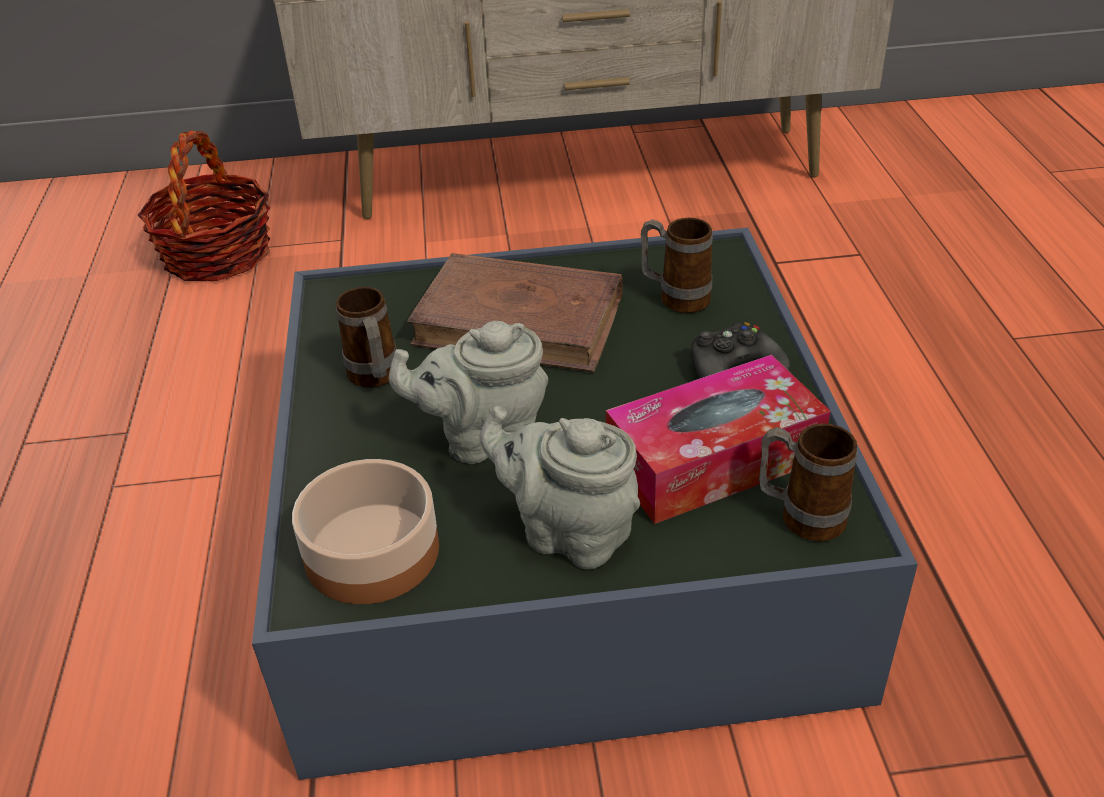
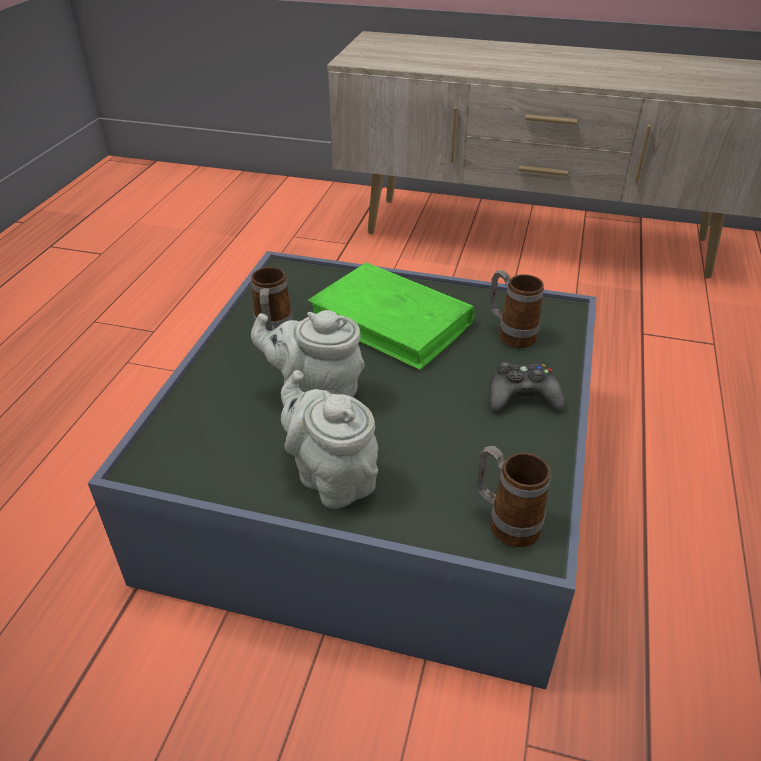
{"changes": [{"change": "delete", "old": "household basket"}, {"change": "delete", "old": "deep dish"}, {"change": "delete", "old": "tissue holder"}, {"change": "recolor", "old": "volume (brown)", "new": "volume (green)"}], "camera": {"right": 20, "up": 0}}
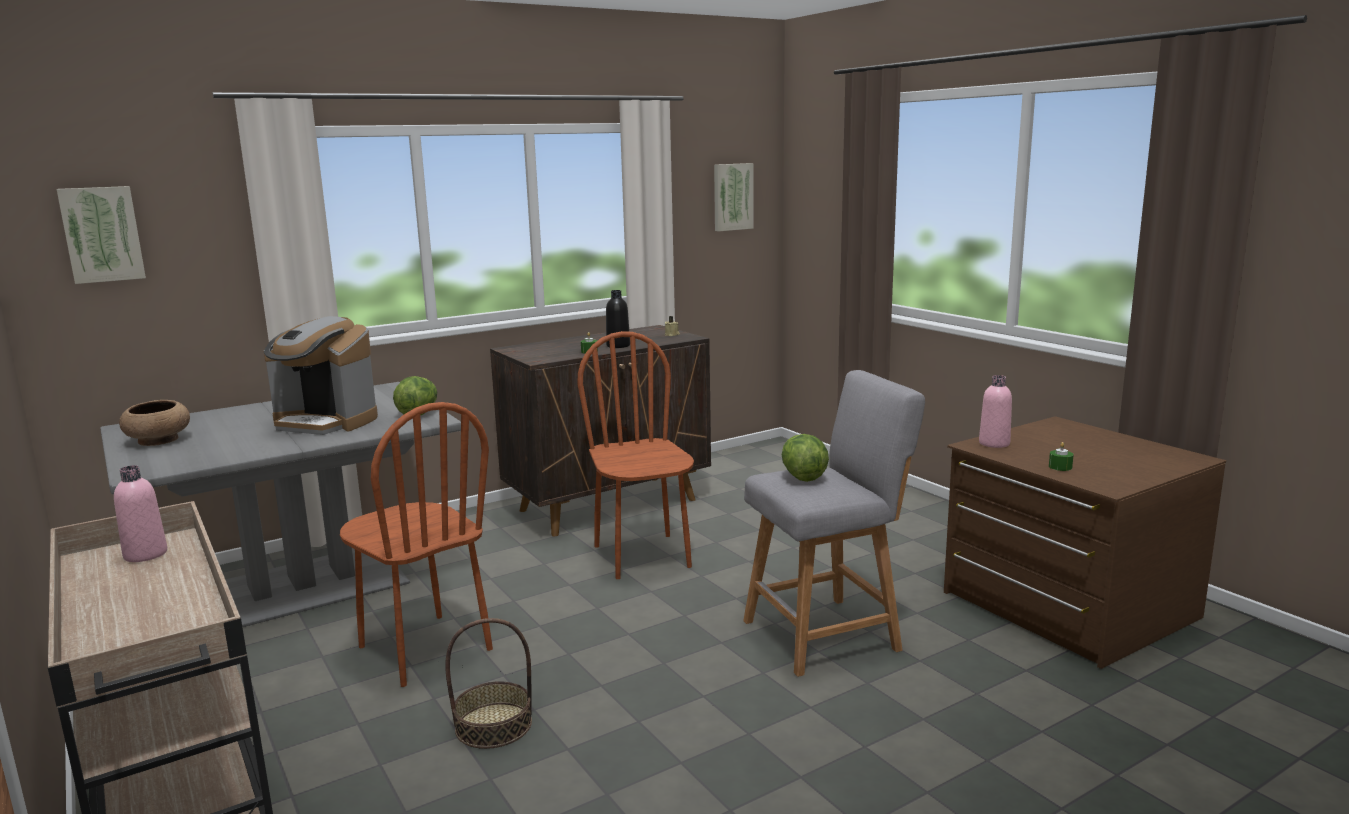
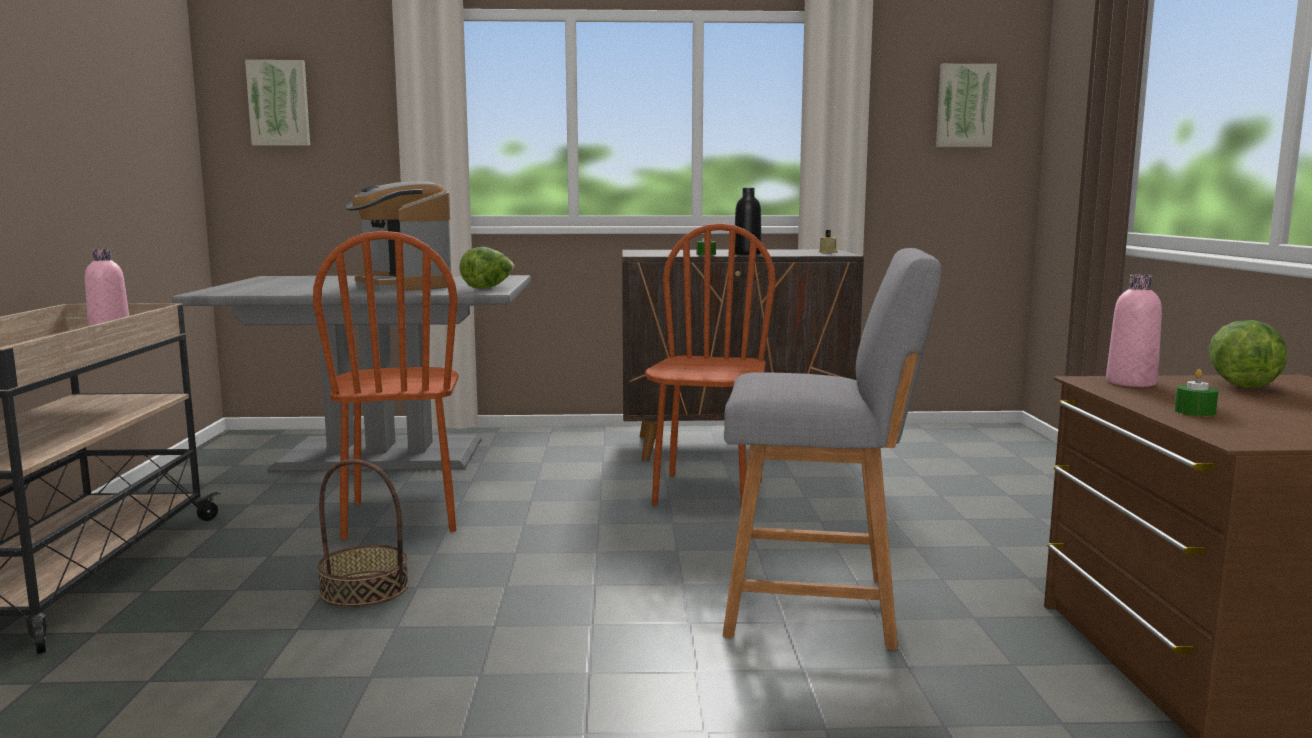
{"changes": [{"change": "delete", "old": "deep dish (brown)"}, {"change": "move", "old": "head of lettuce (2nd from left)"}], "camera": {"right": 30, "up": -5}}
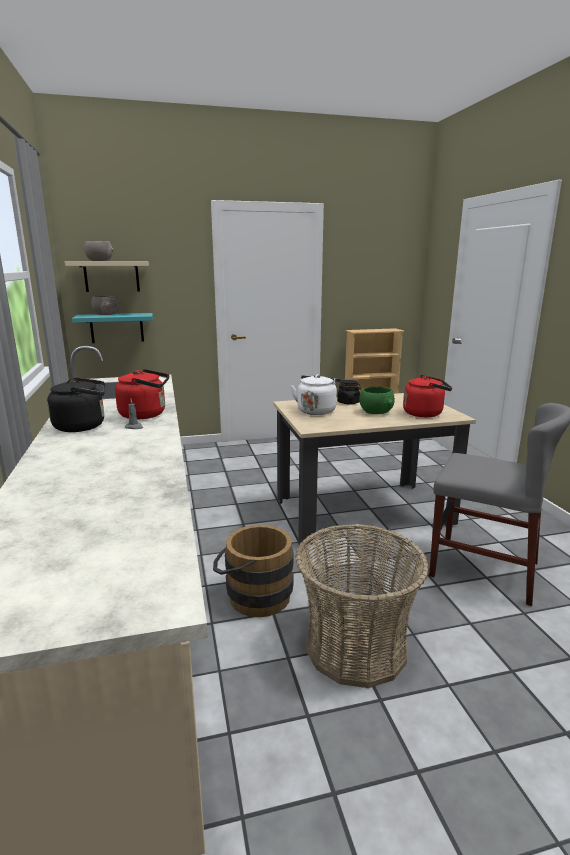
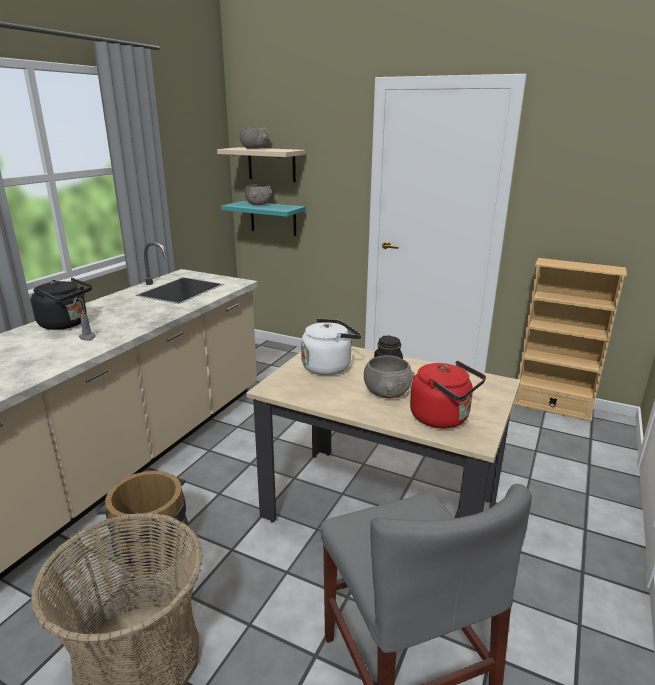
{"changes": [{"change": "delete", "old": "tea kettle (red) (1st from left)"}, {"change": "recolor", "old": "deep dish (green)", "new": "deep dish (greyish) (3rd from left)"}], "camera": {"right": 40, "up": 5}}
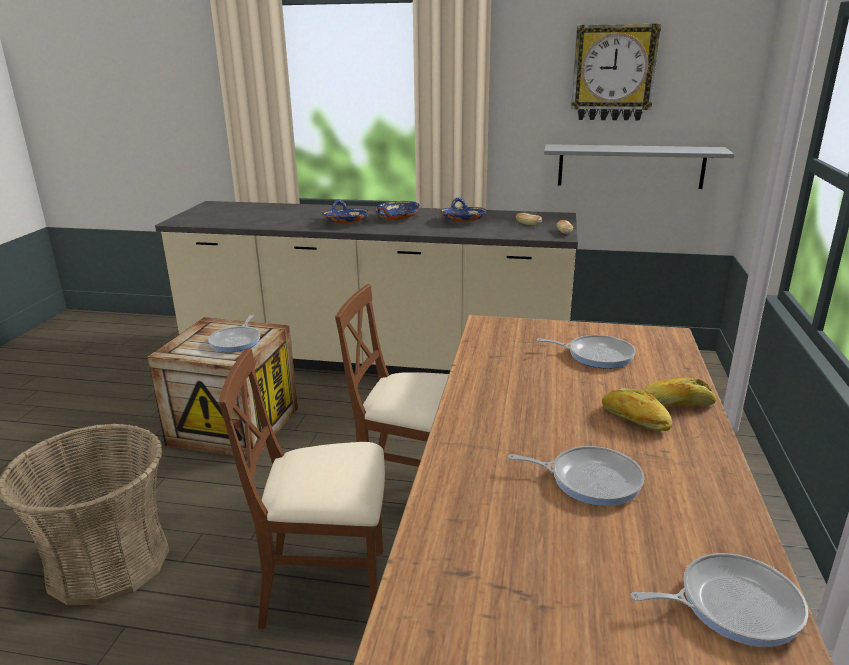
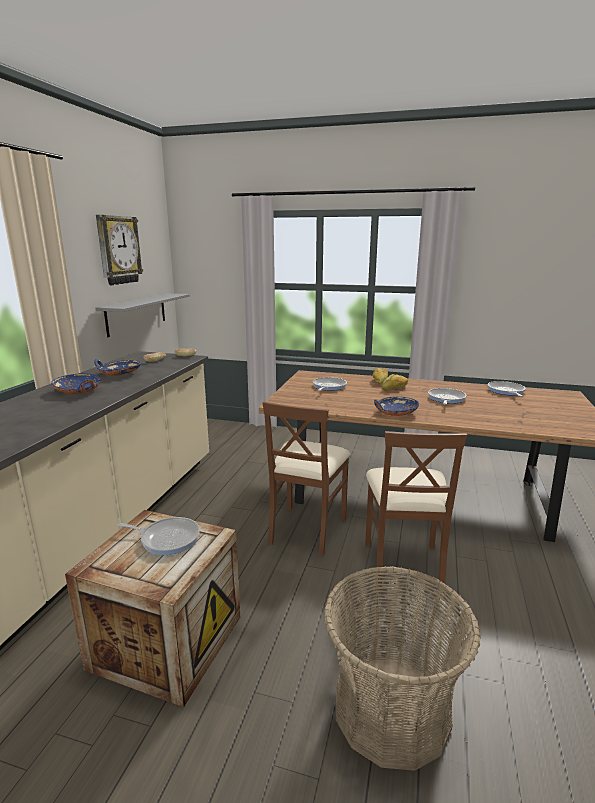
{"changes": [{"change": "move", "old": "deep dish (blue) (1st from left in the first image)", "new": "deep dish (blue) (3rd from left)"}], "camera": {"right": -85, "up": -5}}
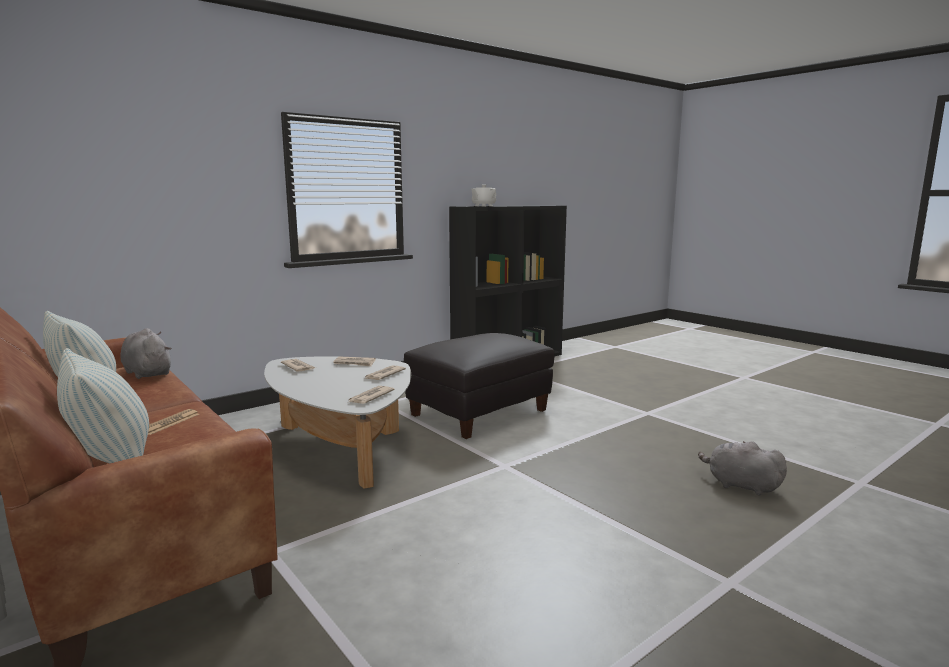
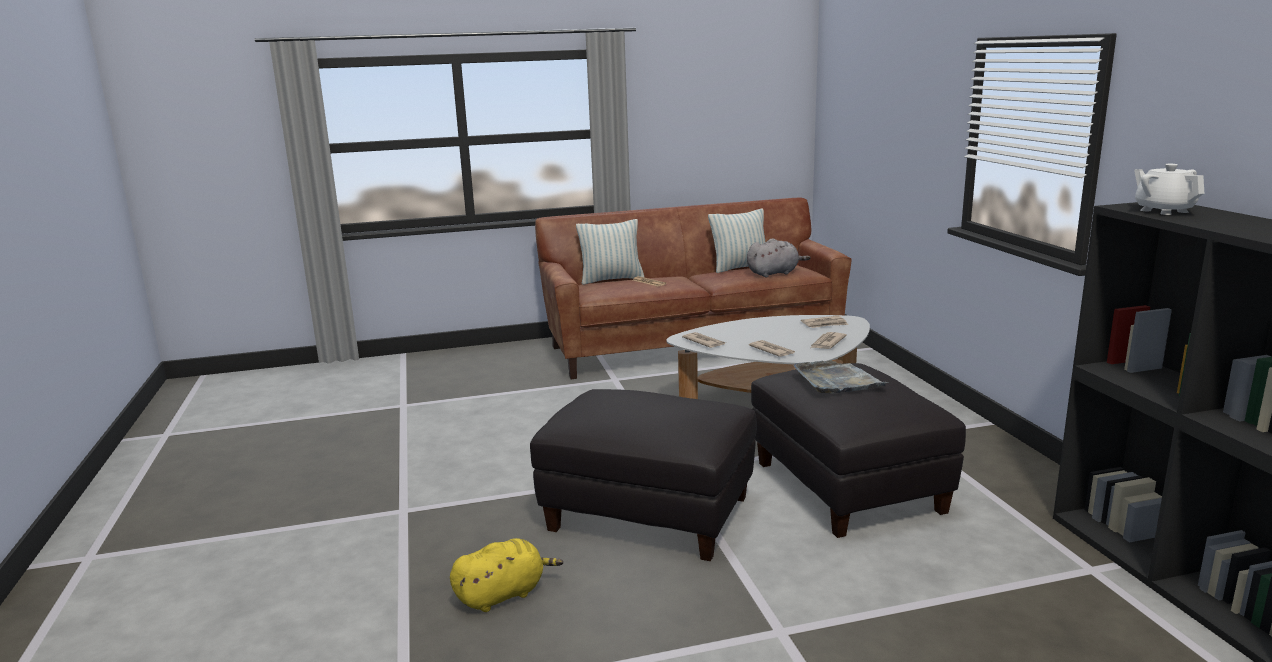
{"changes": [{"change": "insert", "new": "ottoman (blackish) (1st from left)"}, {"change": "insert", "new": "tray (greyish)"}, {"change": "recolor", "old": "soft toy (greyish) (2nd from left)", "new": "soft toy (yellow-coloured)"}], "camera": {"right": 115, "up": 5}}
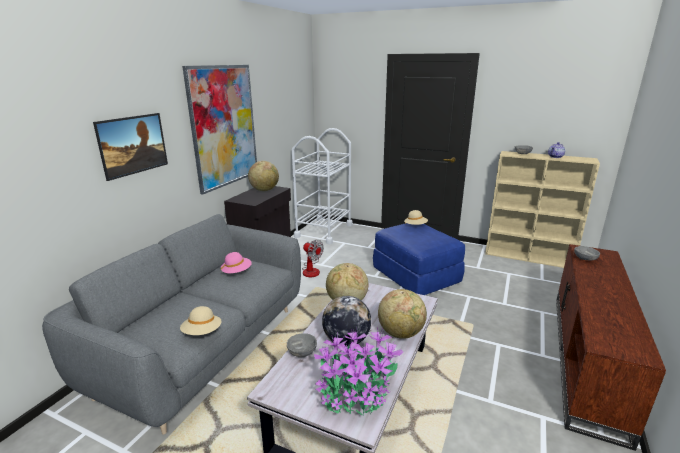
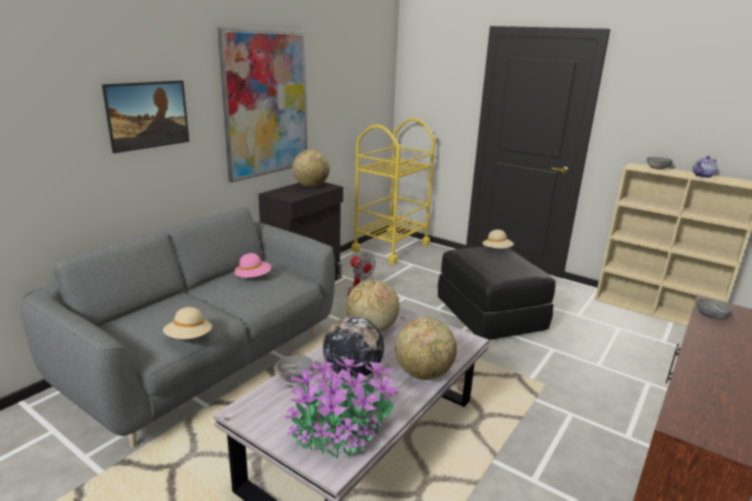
{"changes": [{"change": "recolor", "old": "wheeled cart (white)", "new": "wheeled cart (yellow-coloured)"}, {"change": "recolor", "old": "ottoman (blue)", "new": "ottoman (blackish)"}], "camera": {"right": 10, "up": 0}}
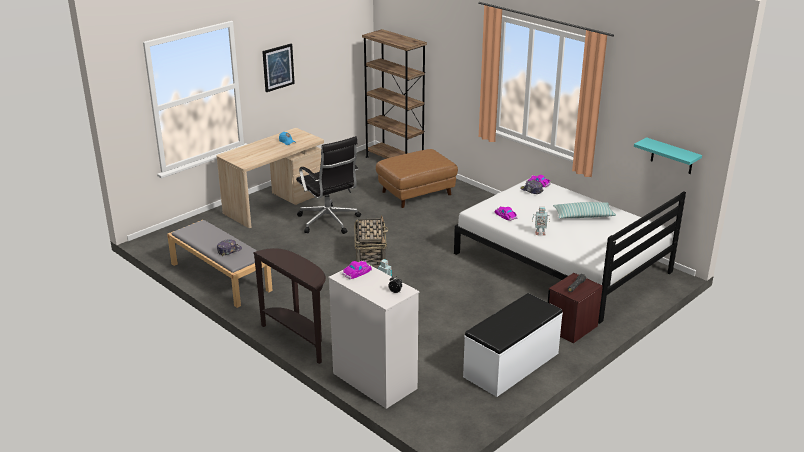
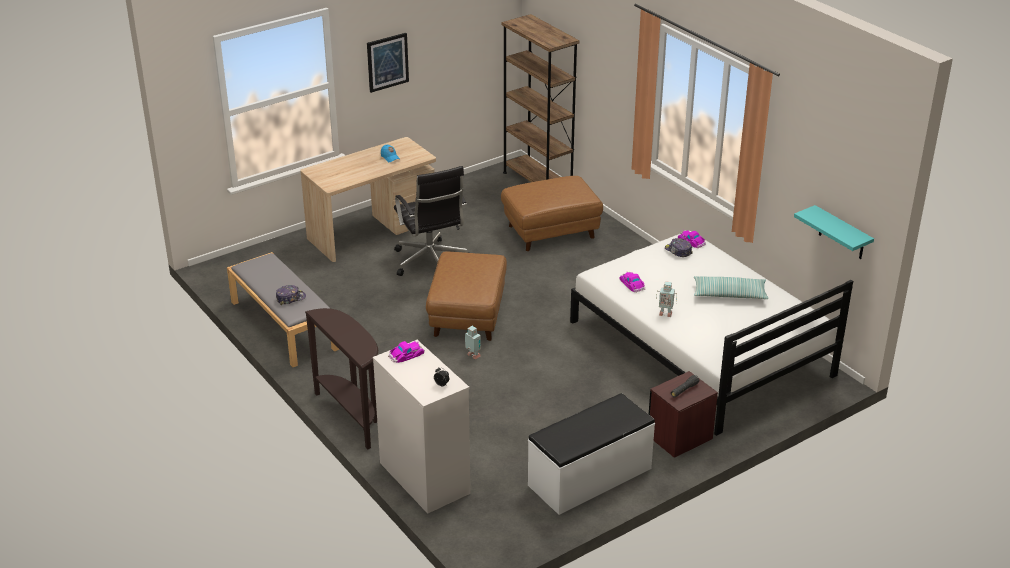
{"changes": [{"change": "replace", "old": "household basket", "new": "ottoman (brown) (1st from left)"}], "camera": {"right": 10, "up": 5}}
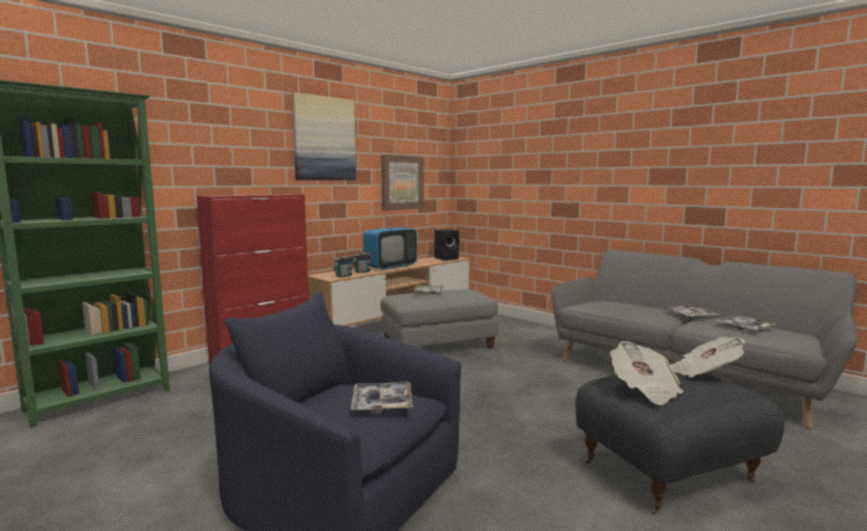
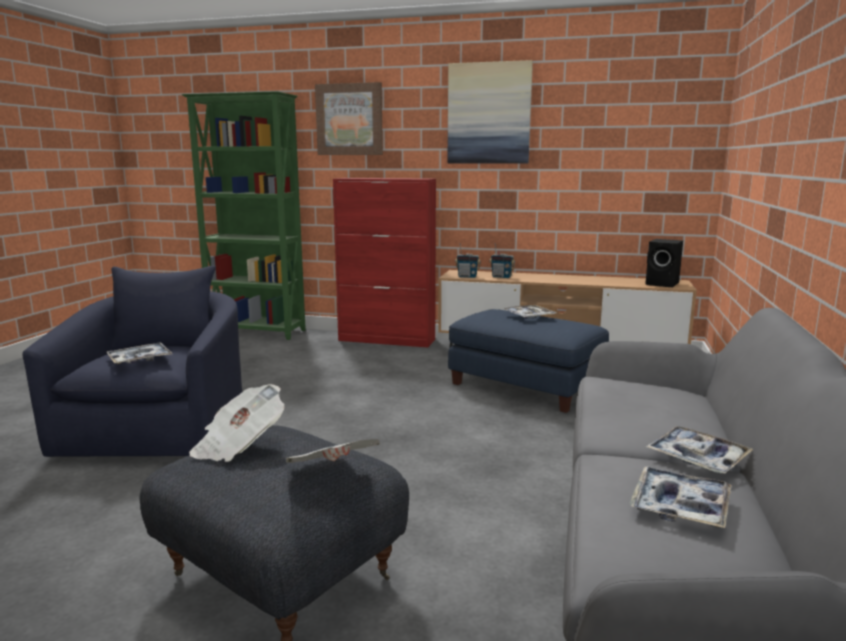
{"changes": [{"change": "delete", "old": "television"}, {"change": "move", "old": "wall picture (2nd from left in the first image)", "new": "wall picture (1st from left)"}, {"change": "recolor", "old": "ottoman (greyish) (1st from left)", "new": "ottoman (blue)"}], "camera": {"right": 60, "up": 5}}
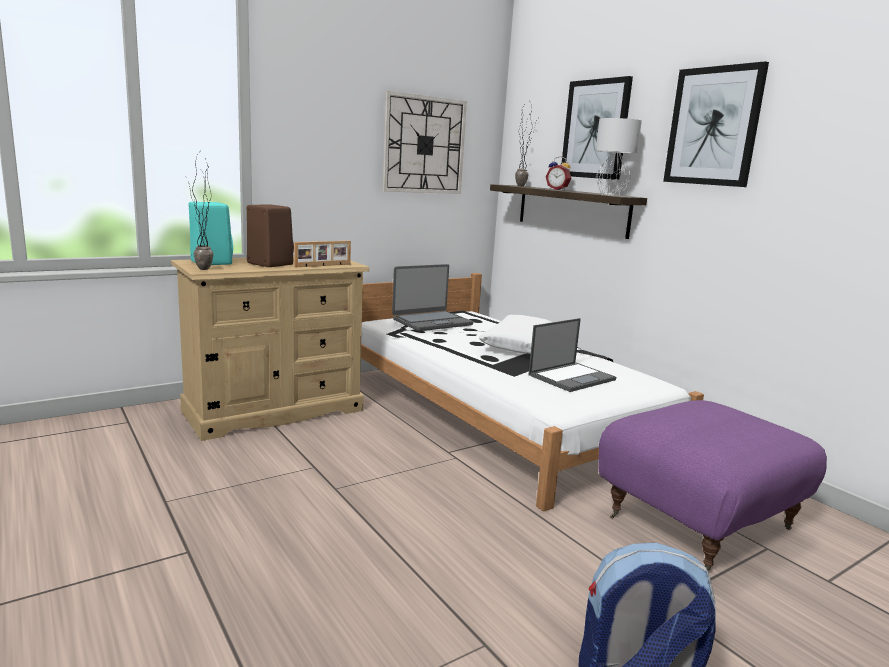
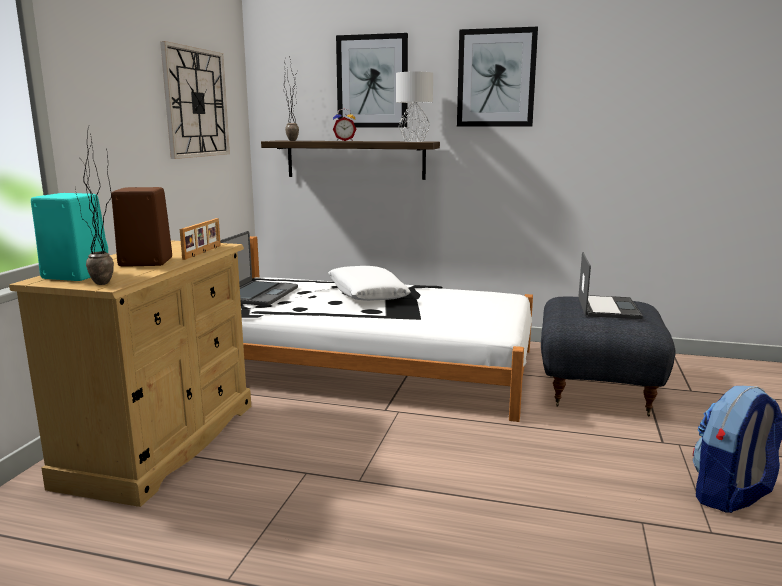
{"changes": [{"change": "move", "old": "laptop (2nd from left)"}, {"change": "recolor", "old": "ottoman (purple)", "new": "ottoman (greyish)"}], "camera": {"right": -40, "up": 0}}
